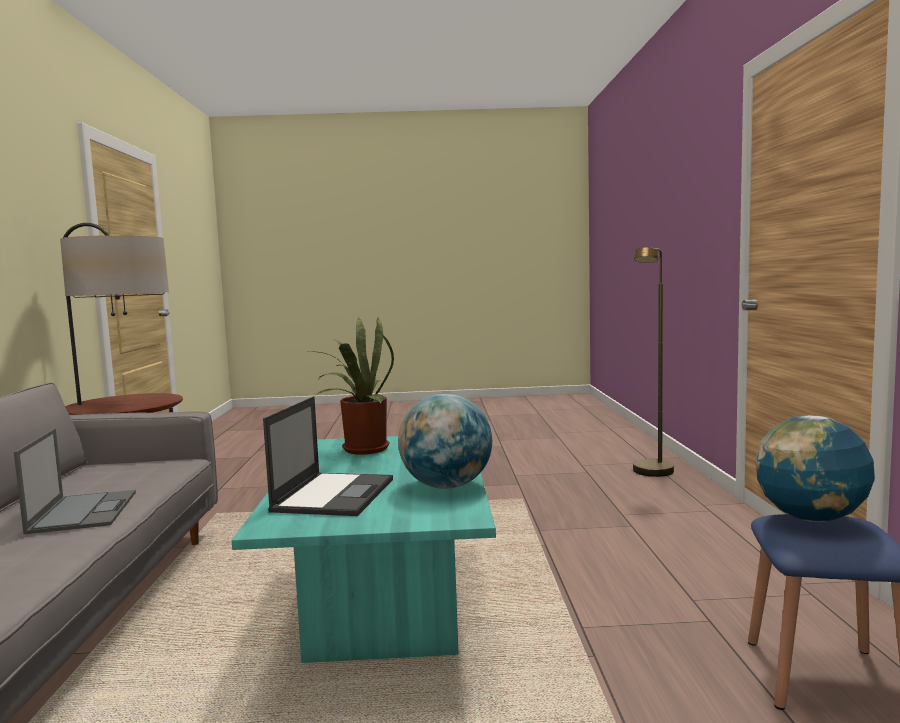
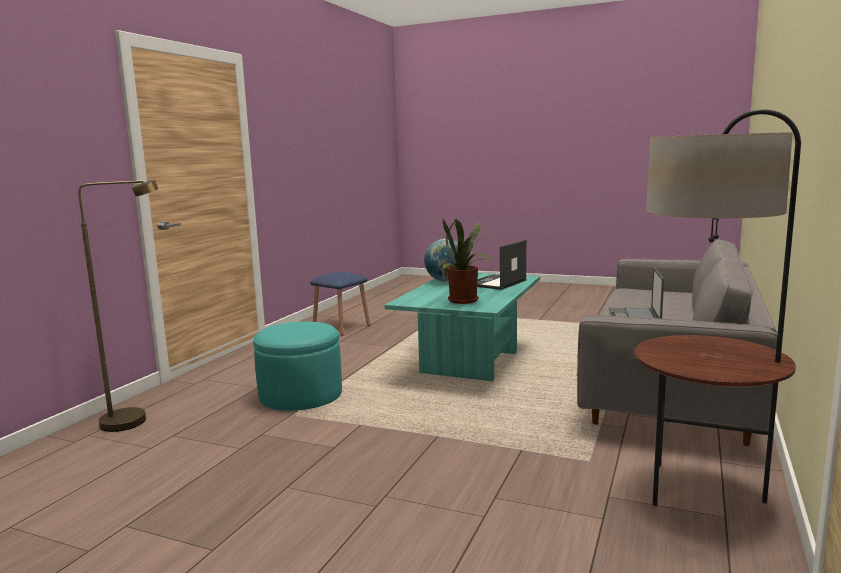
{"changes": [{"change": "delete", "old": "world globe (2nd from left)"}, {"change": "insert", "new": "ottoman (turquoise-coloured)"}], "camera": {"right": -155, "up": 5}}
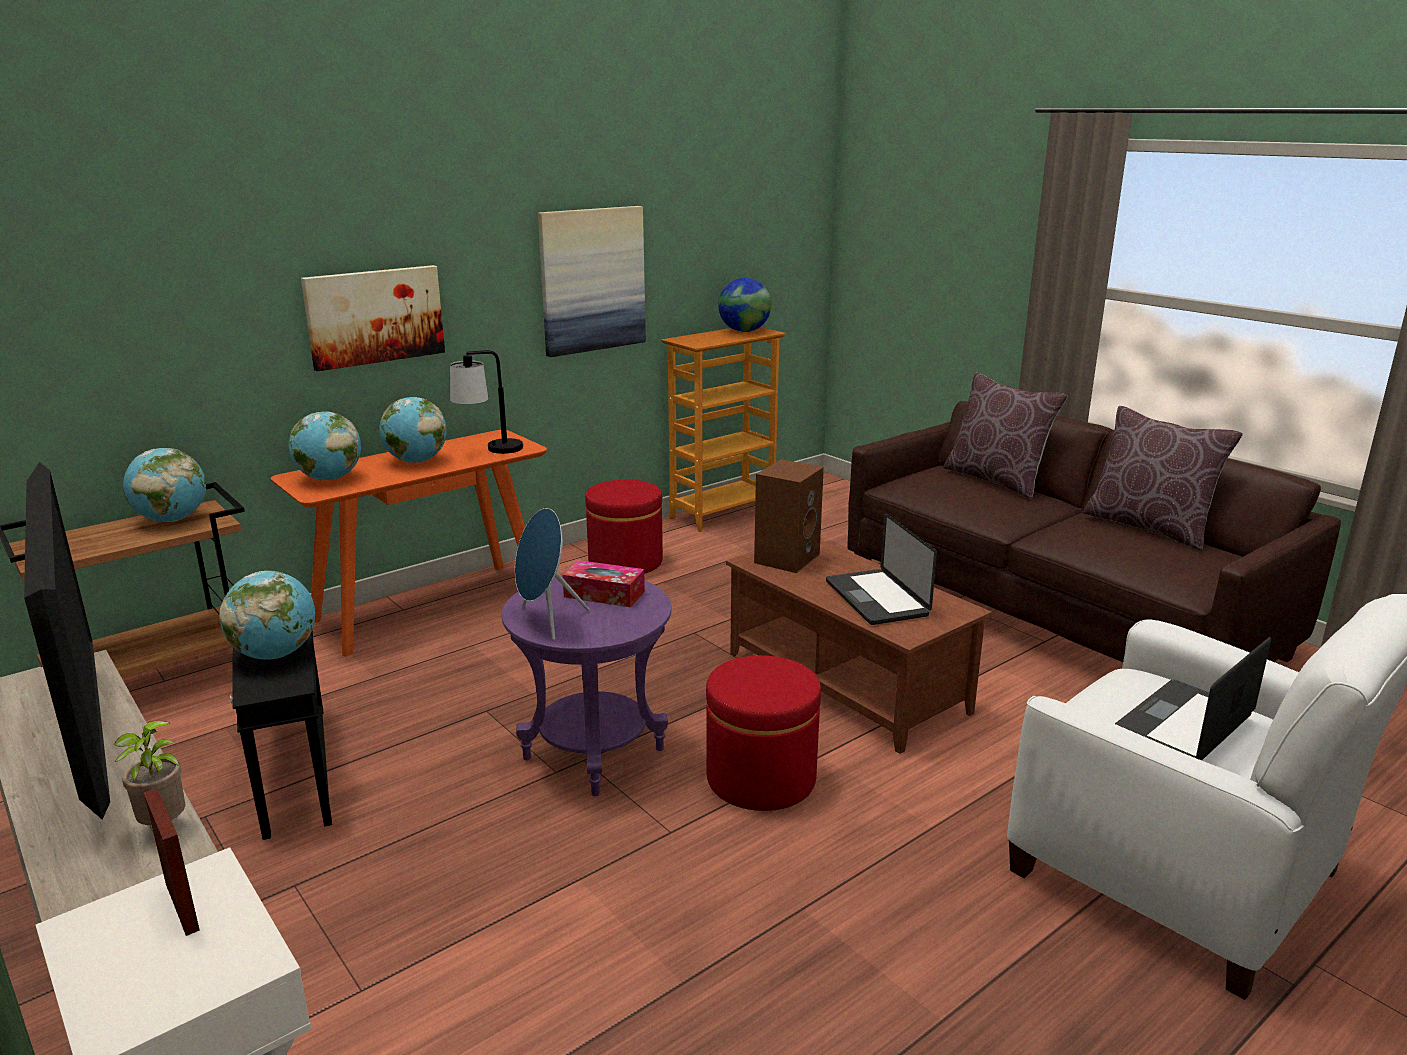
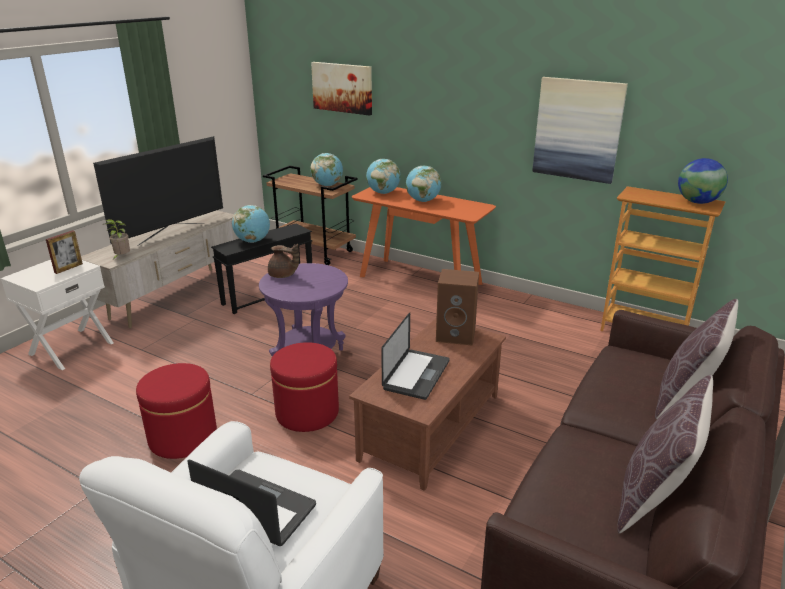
{"changes": [{"change": "delete", "old": "table lamp"}, {"change": "delete", "old": "tissue holder"}, {"change": "move", "old": "wall picture (1st from left)"}, {"change": "move", "old": "ottoman (red) (1st from left)"}, {"change": "replace", "old": "audio speaker (blue)", "new": "teapot (brown)"}, {"change": "rotate", "old": "laptop (1st from left in the first image)", "degrees": 150}], "camera": {"right": 70, "up": 5}}
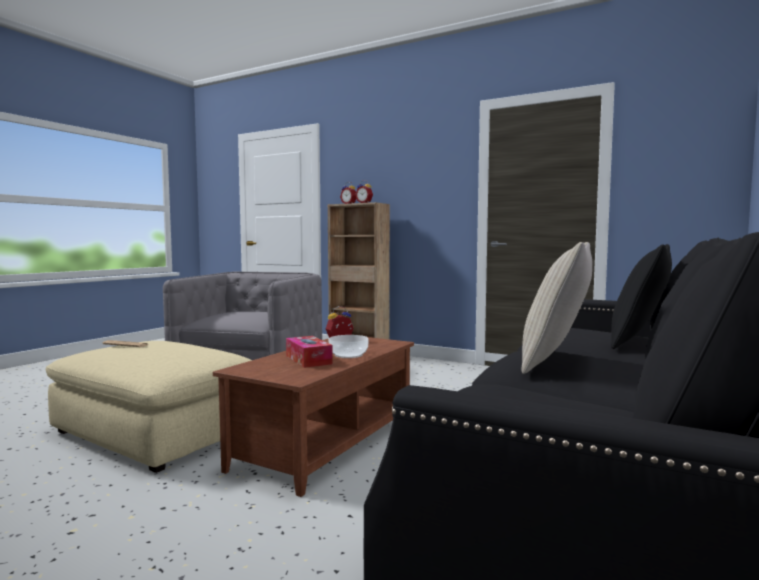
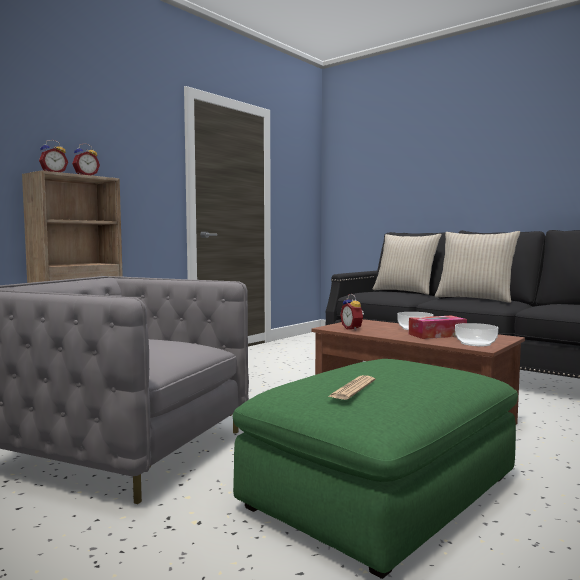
{"changes": [{"change": "insert", "new": "deep dish (2nd from left)"}, {"change": "recolor", "old": "ottoman (sand-coloured)", "new": "ottoman (green)"}, {"change": "recolor", "old": "throw pillow (blackish)", "new": "throw pillow (sand-coloured) (1st from left)"}], "camera": {"right": -80, "up": 0}}
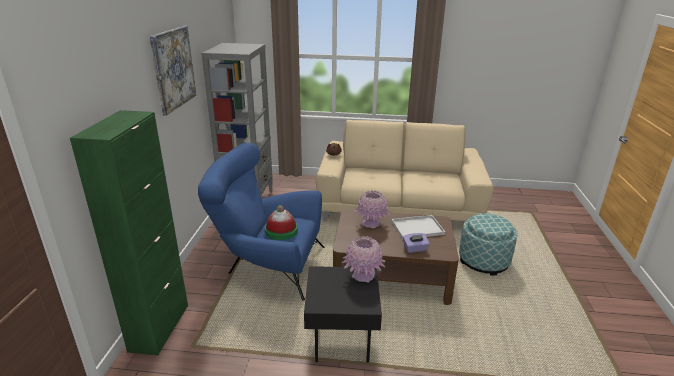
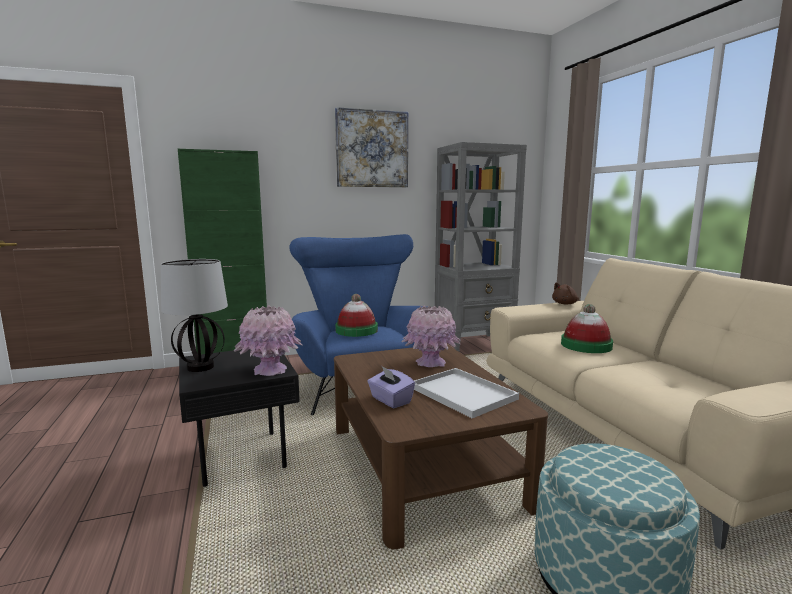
{"changes": [{"change": "insert", "new": "table lamp"}, {"change": "insert", "new": "clothing hat (2nd from left)"}], "camera": {"right": 65, "up": -15}}
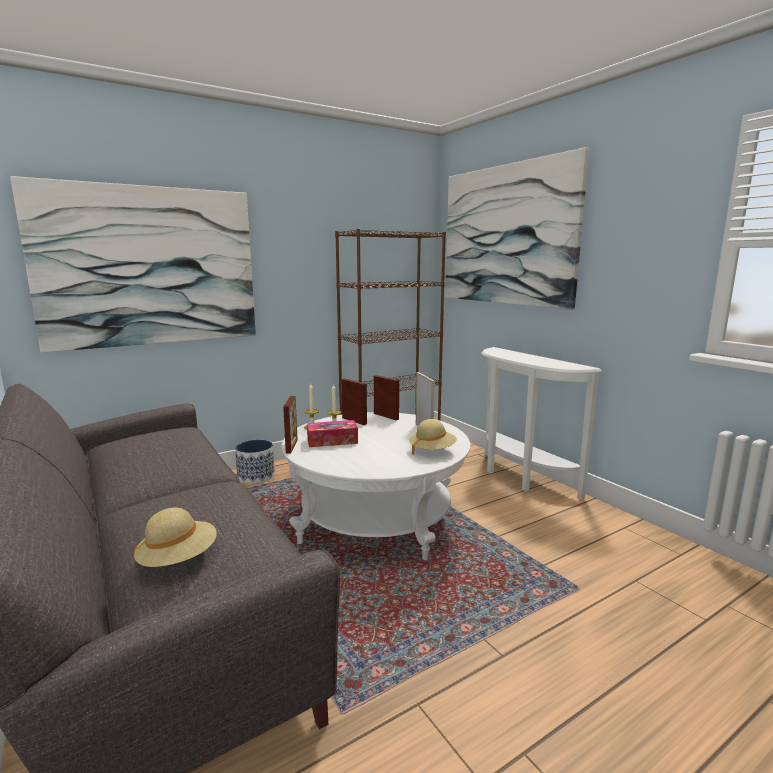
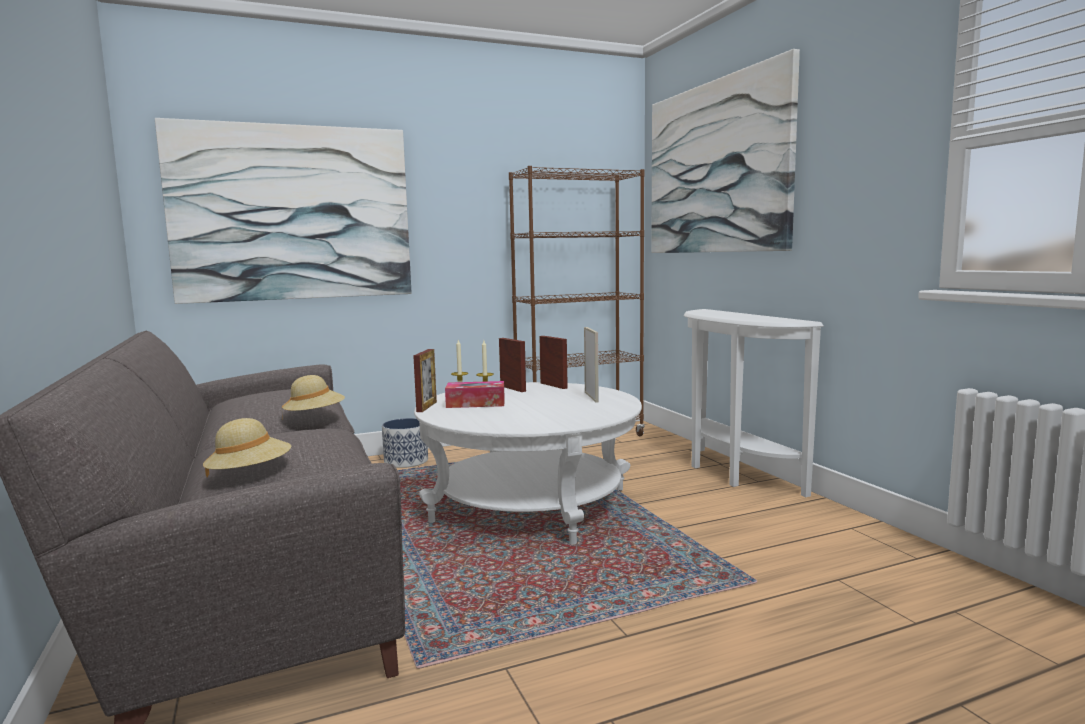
{"changes": [{"change": "move", "old": "clothing hat (sand-coloured) (2nd from left)"}], "camera": {"right": 10, "up": -5}}
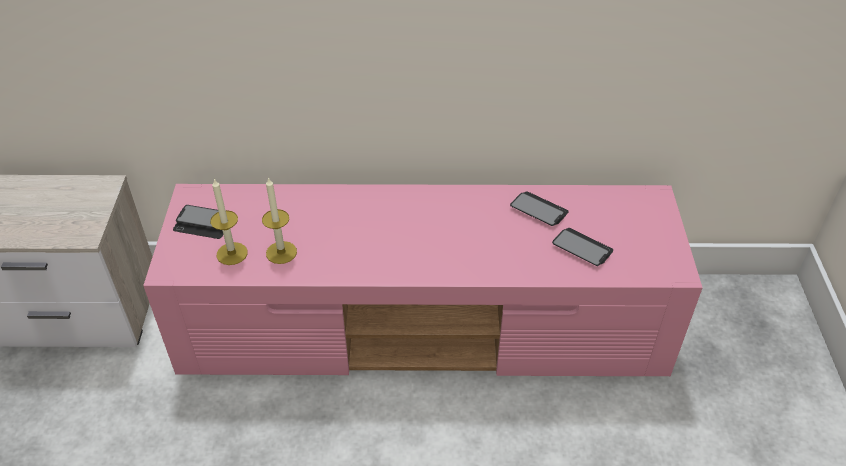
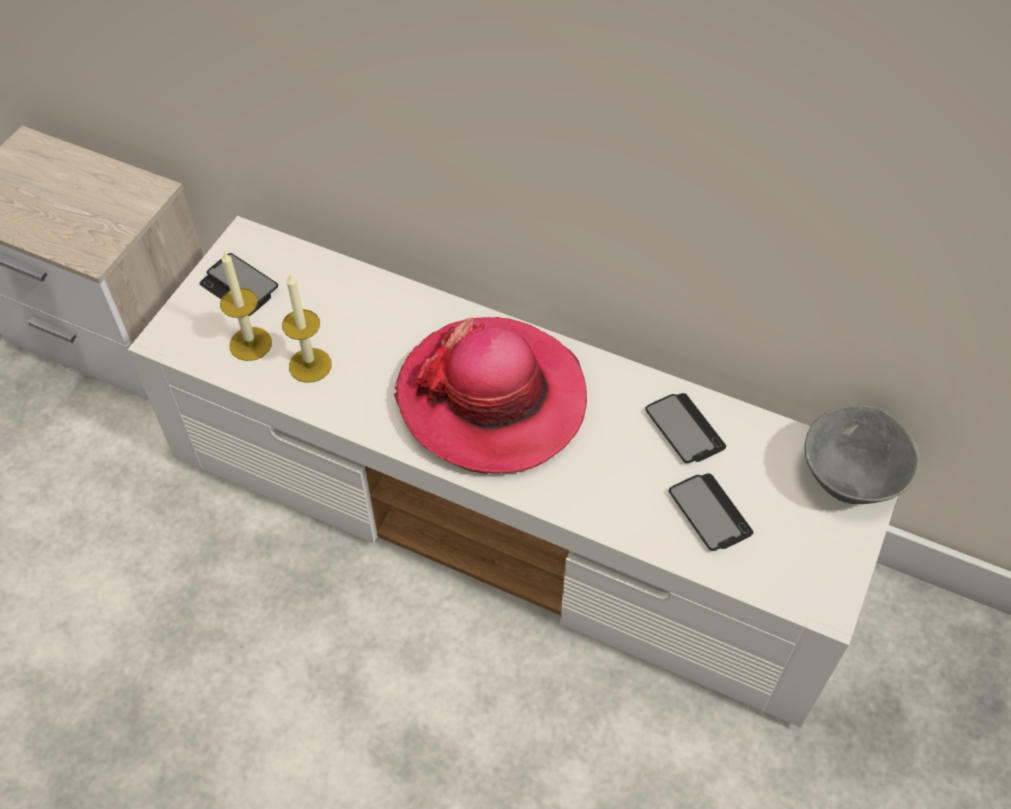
{"changes": [{"change": "insert", "new": "clothing hat"}, {"change": "insert", "new": "deep dish (greyish)"}, {"change": "recolor", "old": "media console (pink-coloured)", "new": "media console (white)"}], "camera": {"right": 25, "up": 10}}
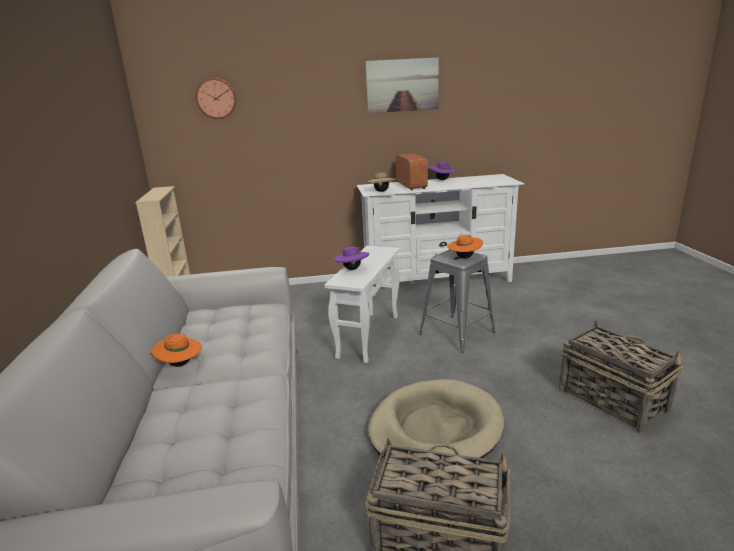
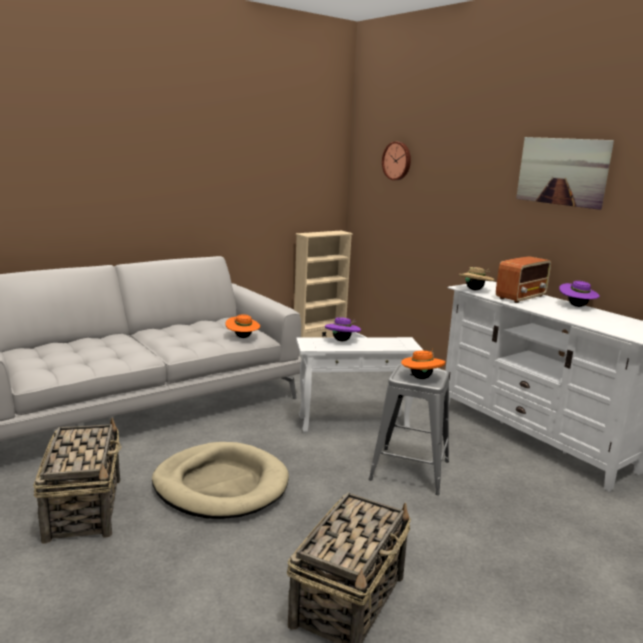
{"changes": [{"change": "move", "old": "clothing hat (orange-coloured) (1st from left)"}], "camera": {"right": 60, "up": -5}}
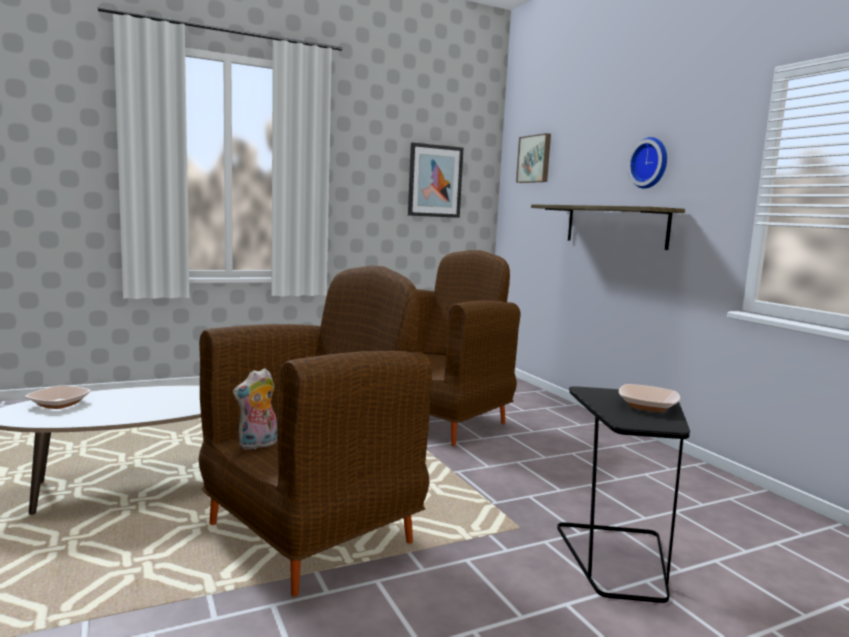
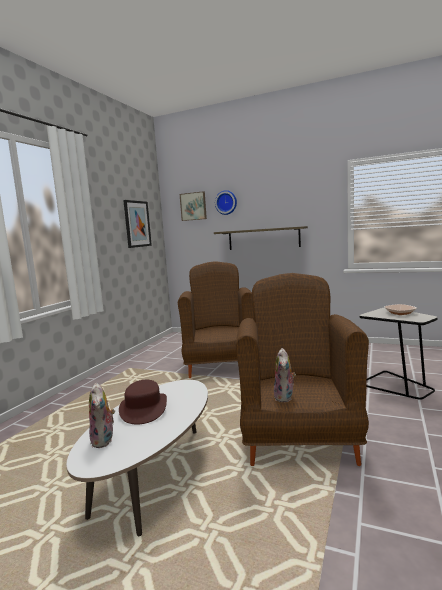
{"changes": [{"change": "insert", "new": "clothing hat (brown)"}, {"change": "move", "old": "hanging clock"}, {"change": "replace", "old": "deep dish (1st from left)", "new": "soft toy (1st from left)"}], "camera": {"right": -40, "up": 0}}
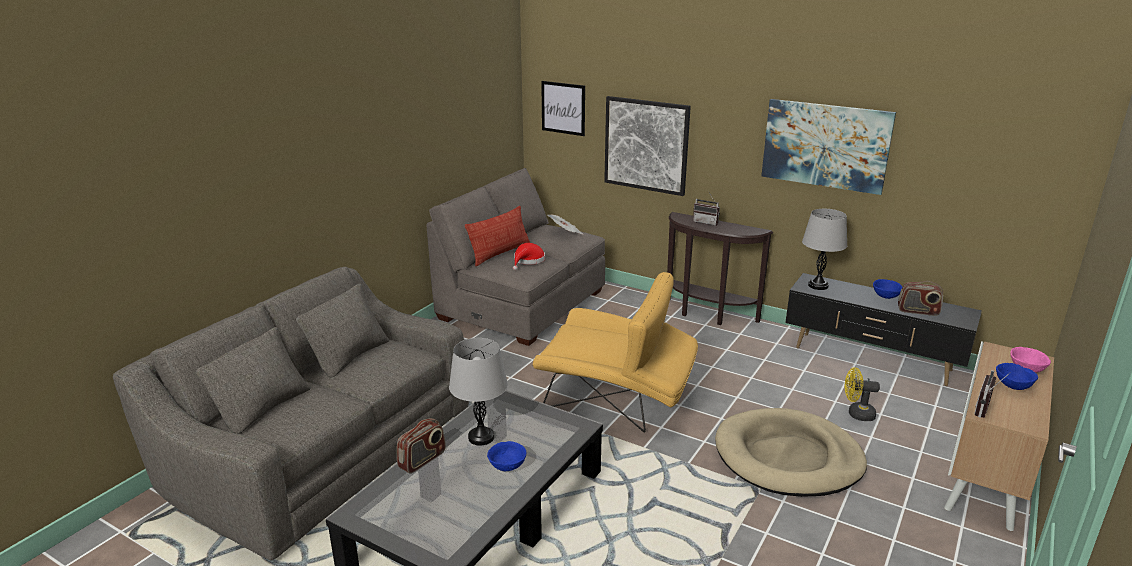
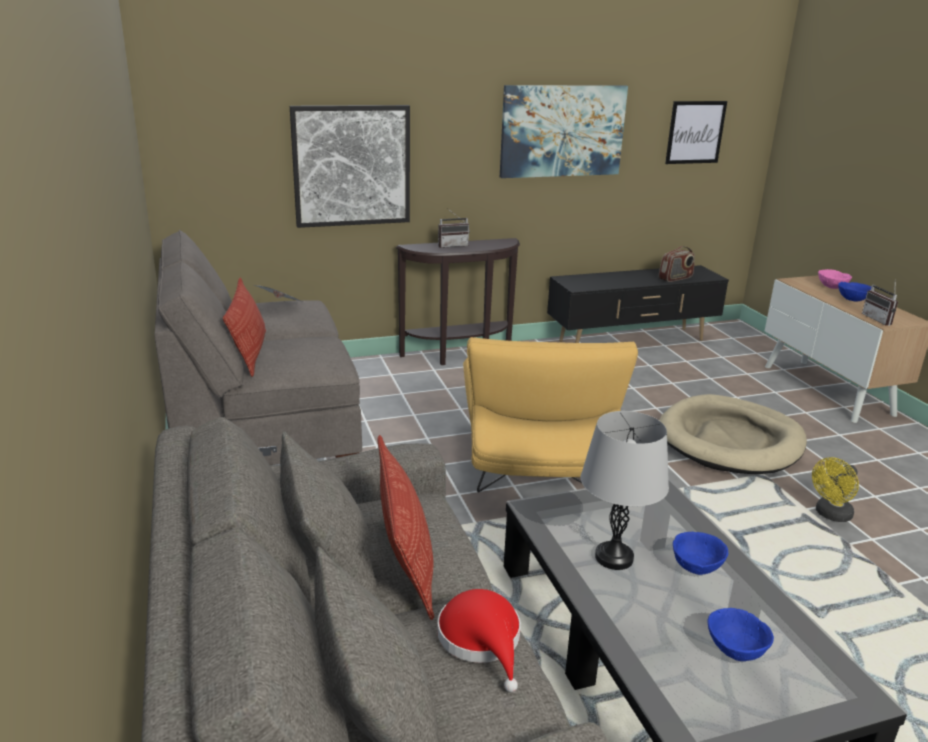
{"changes": [{"change": "delete", "old": "radio (1st from left)"}, {"change": "delete", "old": "table lamp (greyish) (2nd from left)"}, {"change": "insert", "new": "throw pillow (2nd from left)"}, {"change": "move", "old": "clothing hat (red)"}, {"change": "move", "old": "wall picture (1st from left in the first image)", "new": "wall picture (3rd from left)"}, {"change": "move", "old": "cooling fan (yellow-coloured)"}, {"change": "move", "old": "deep dish (blue) (2nd from left)"}, {"change": "rotate", "old": "easy chair (yellow-coloured)", "degrees": 120}], "camera": {"right": -50, "up": 0}}
